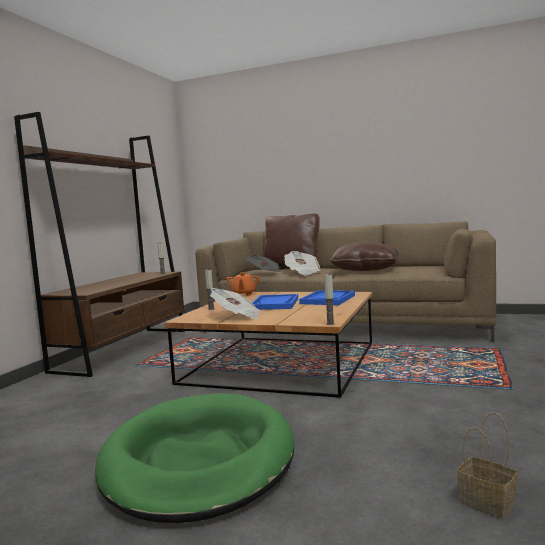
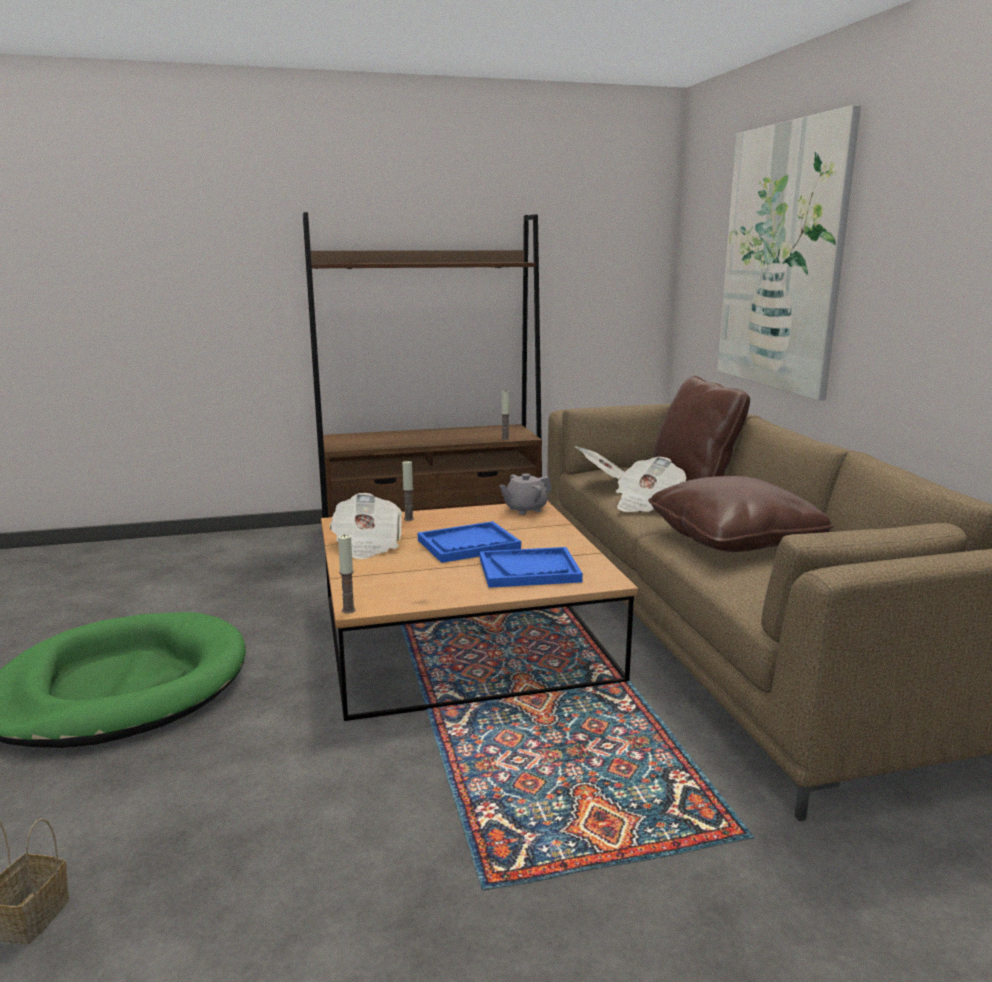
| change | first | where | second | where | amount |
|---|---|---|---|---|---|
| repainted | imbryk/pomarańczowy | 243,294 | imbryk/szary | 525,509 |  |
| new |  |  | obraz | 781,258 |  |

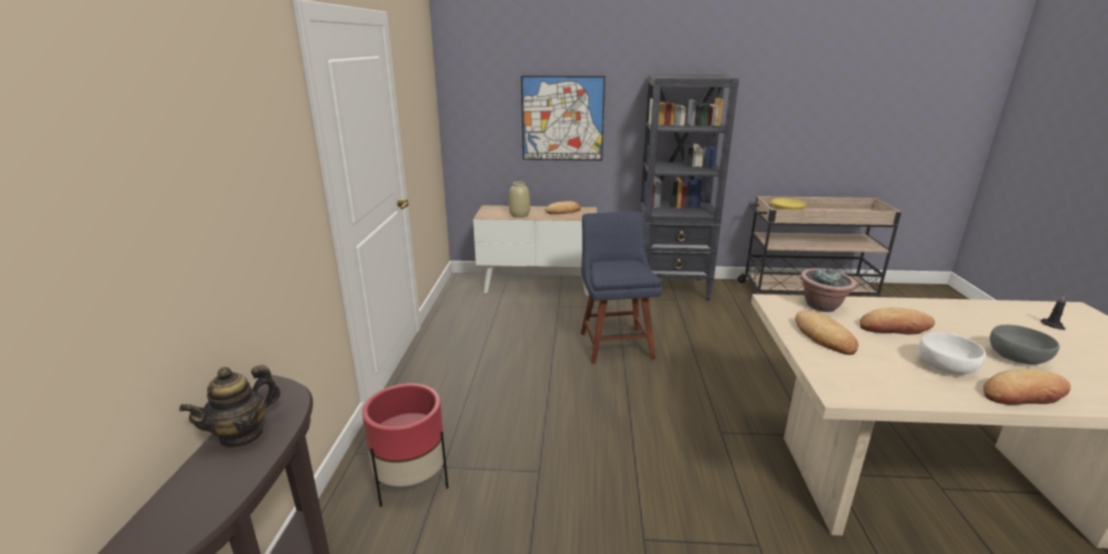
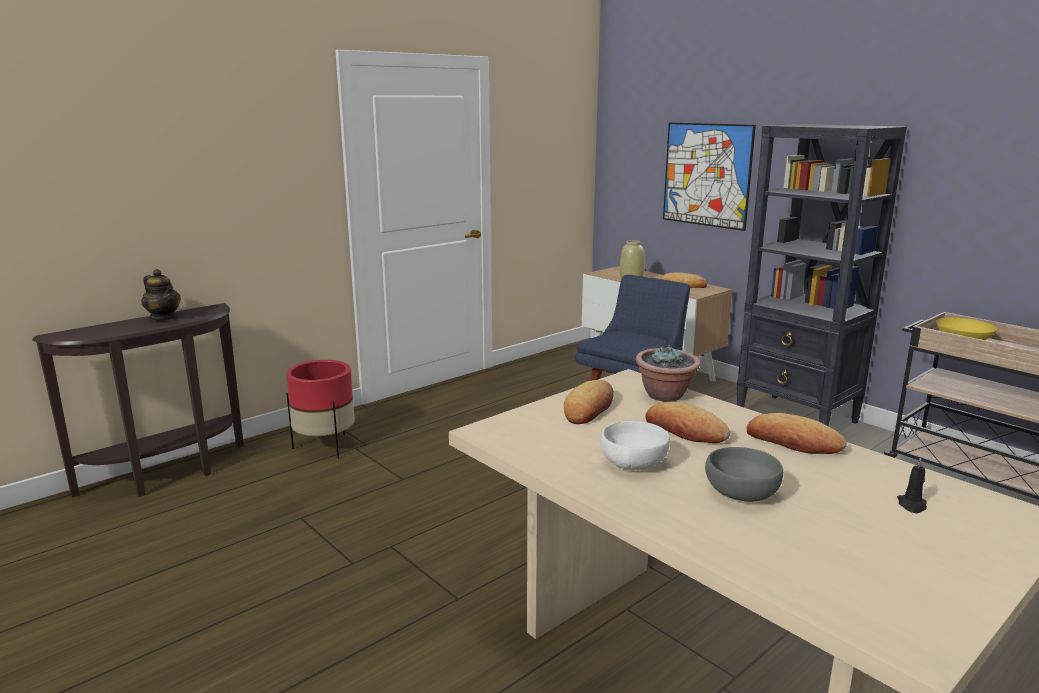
| change | first | where | second | where | amount |
|---|---|---|---|---|---|
| rotated | imbryk | 242,435 |  | 164,318 | 135 degrees counterclockwise |
| shifted | chleb | 1024,394 |  | 793,442 |  |

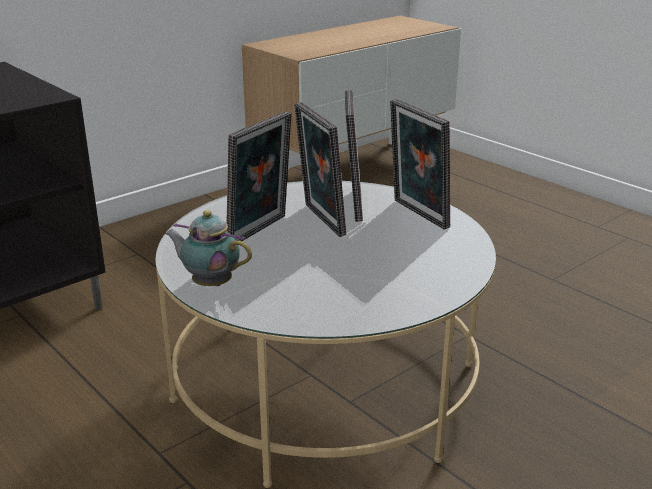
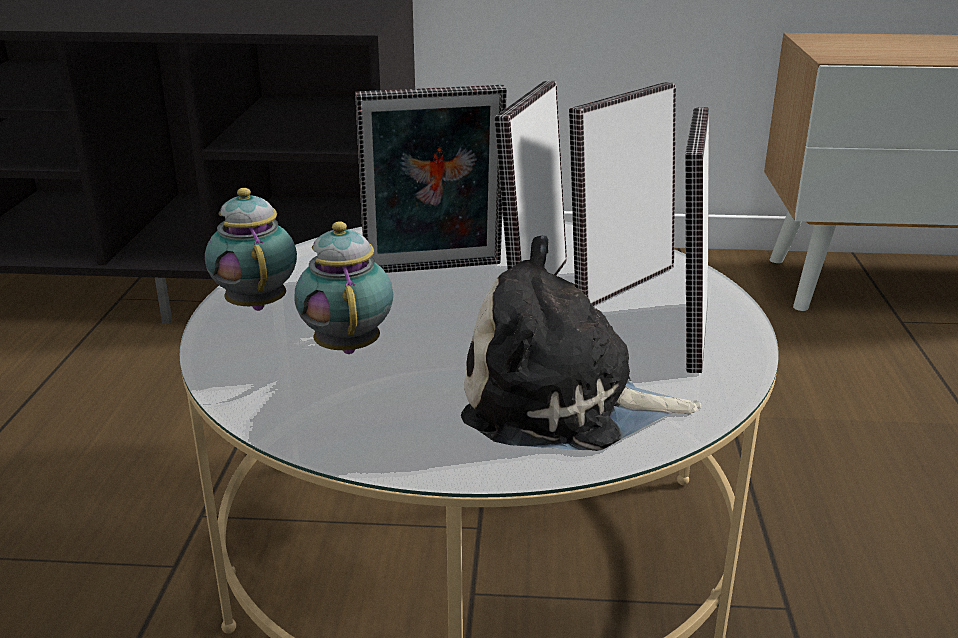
| change | first | where | second | where | amount |
|---|---|---|---|---|---|
| new |  |  | imbryk | 348,346 |  |
| new |  |  | pluszak | 563,403 |  |

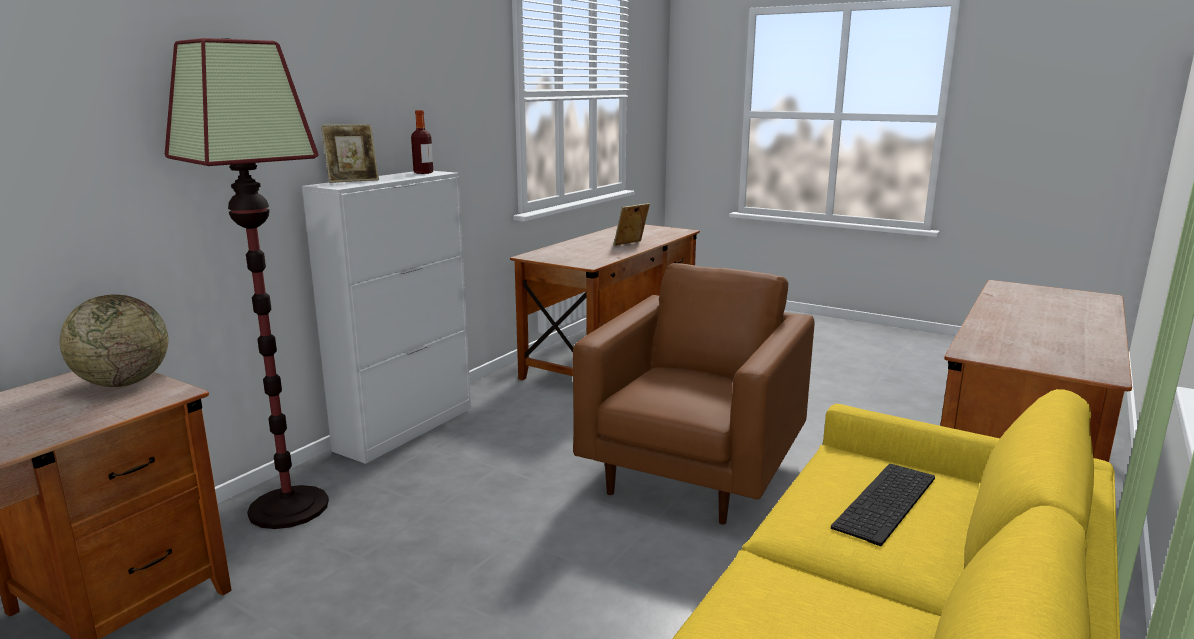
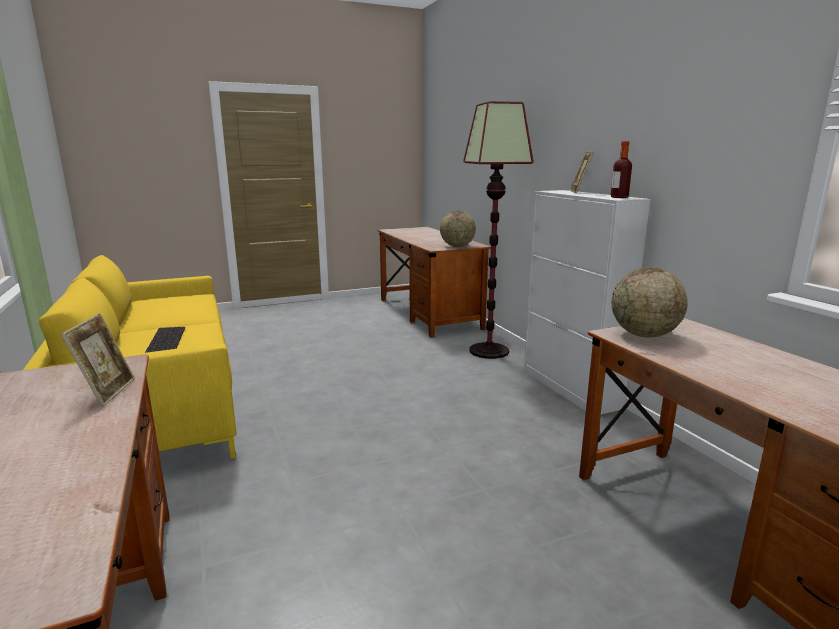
| change | first | where | second | where | amount |
|---|---|---|---|---|---|
| shifted | ramka na zdjęcie | 631,244 |  | 107,392 |  |
| gone | fotel/brązowy | 694,472 |  |  |  |
| new |  |  | globus | 644,335 |  |

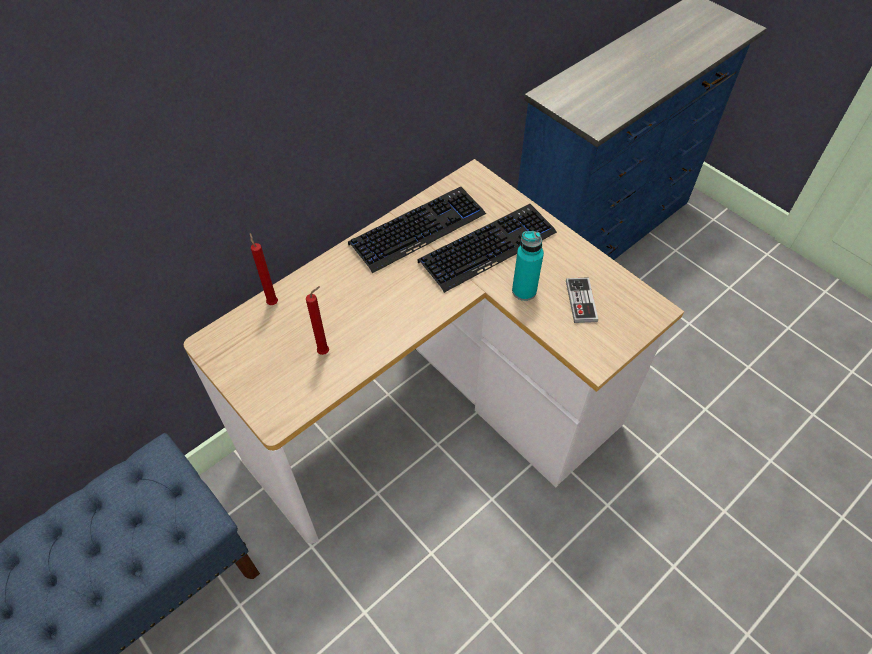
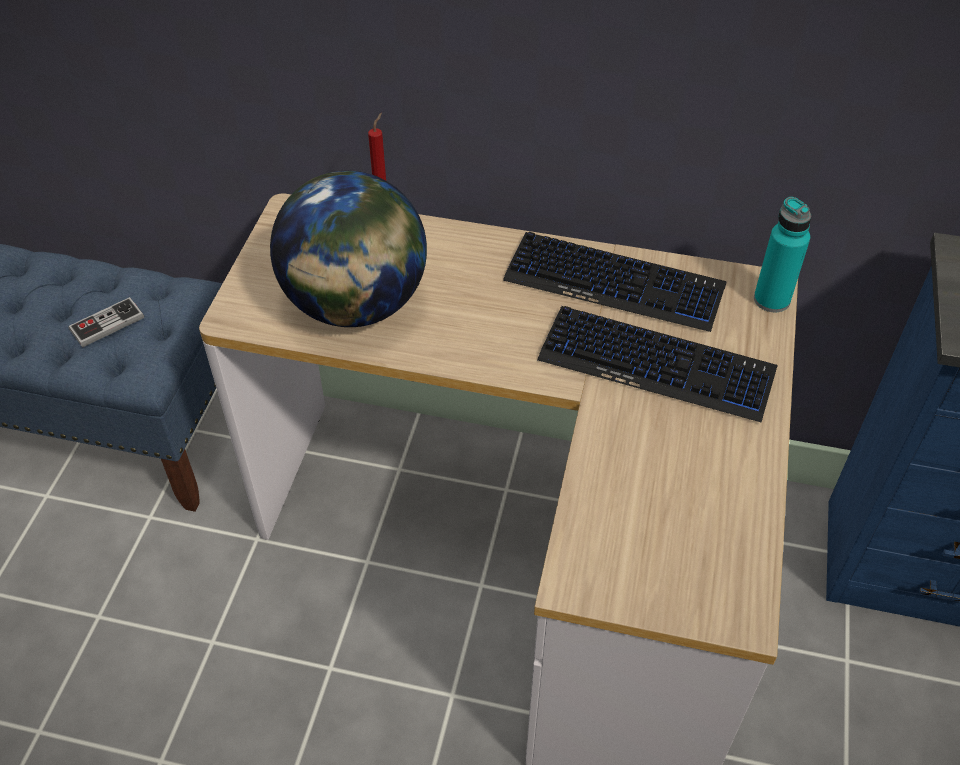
| change | first | where | second | where | amount |
|---|---|---|---|---|---|
| shifted | butelka/turkusowy | 524,291 |  | 771,300 |  |
| shifted | pad do gier | 581,301 |  | 107,324 |  |
| swapped | świeca/czerwony | 325,351 | globus | 356,305 |  |

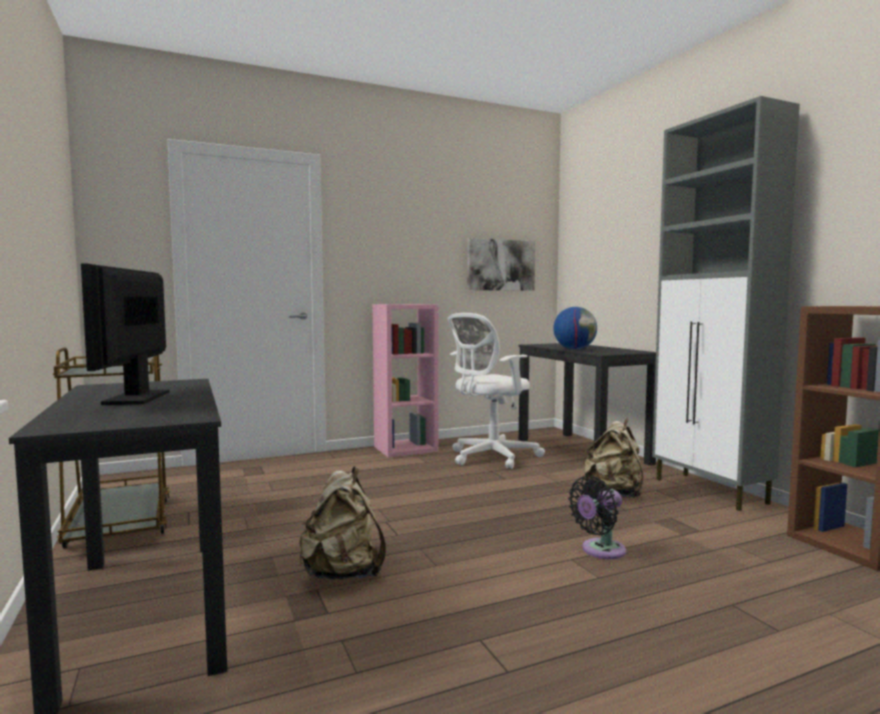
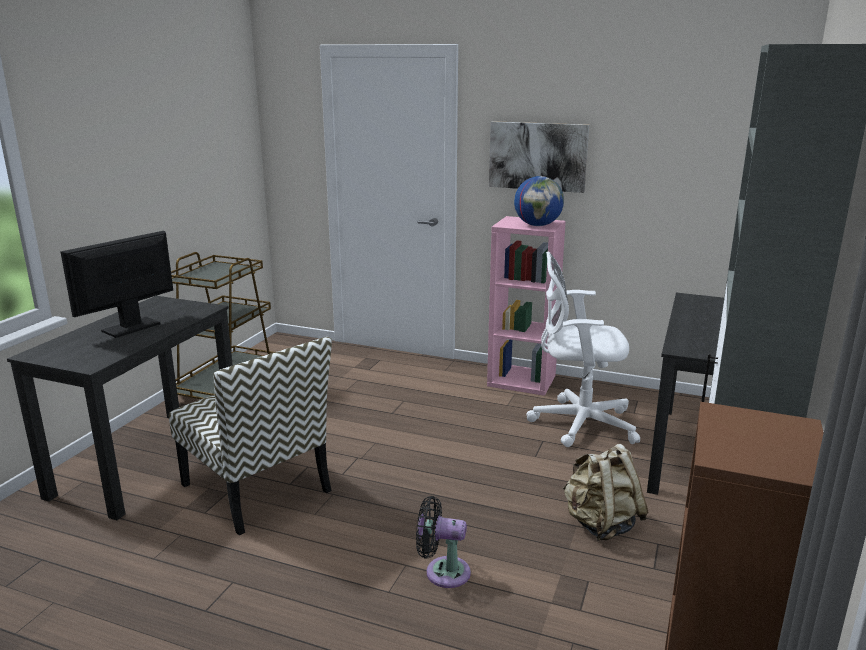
| change | first | where | second | where | amount |
|---|---|---|---|---|---|
| shifted | obraz | 500,265 |  | 538,156 |  |
| shifted | globus | 574,349 |  | 537,225 |  |
| swapped | plecak/beżowy | 343,573 | krzesło | 258,489 |  |

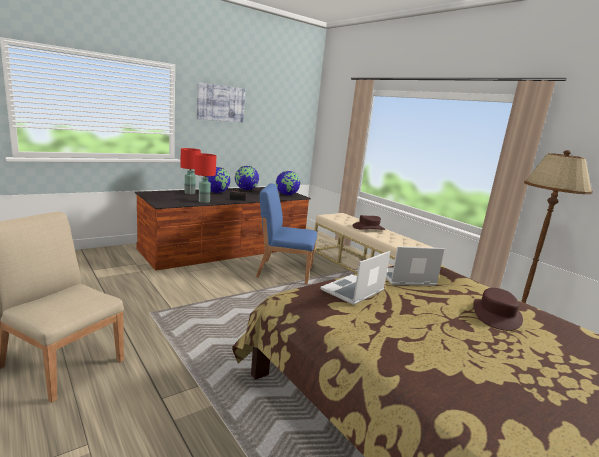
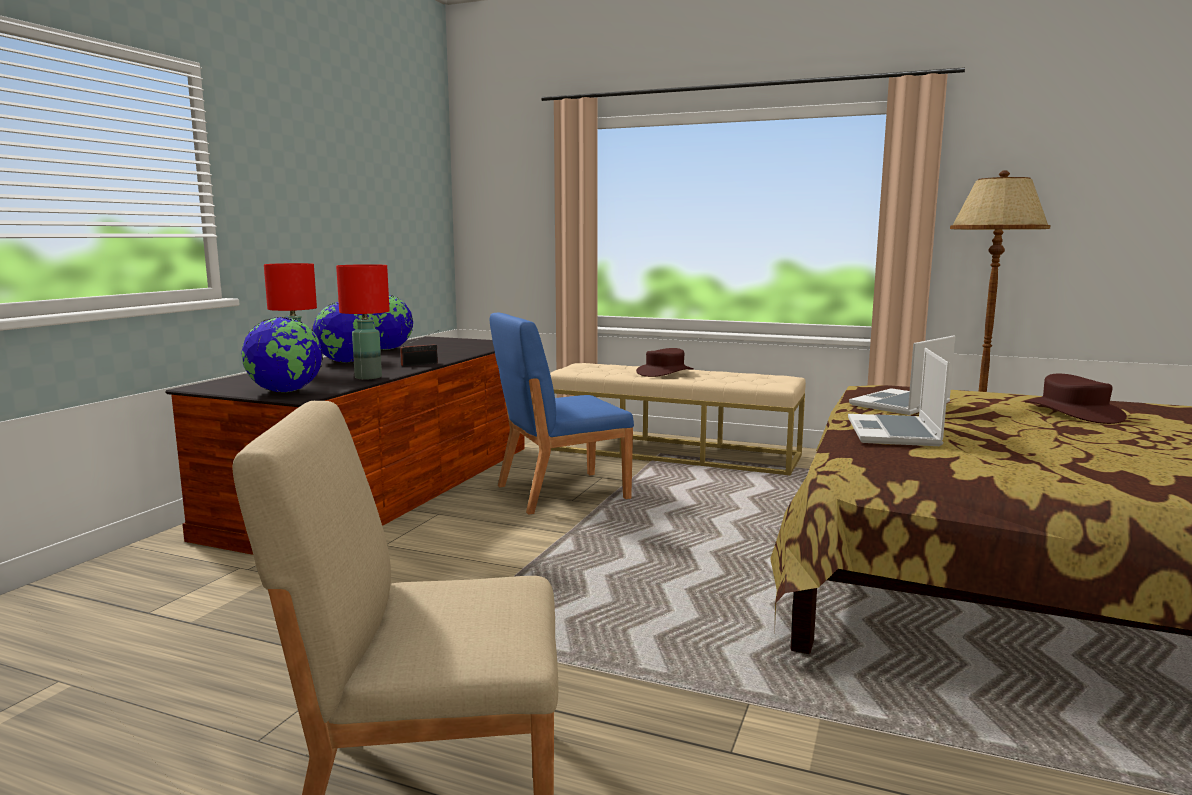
| change | first | where | second | where | amount |
|---|---|---|---|---|---|
| gone | obraz | 221,103 |  |  |  |
| shifted | globus | 286,195 |  | 286,392 |  |

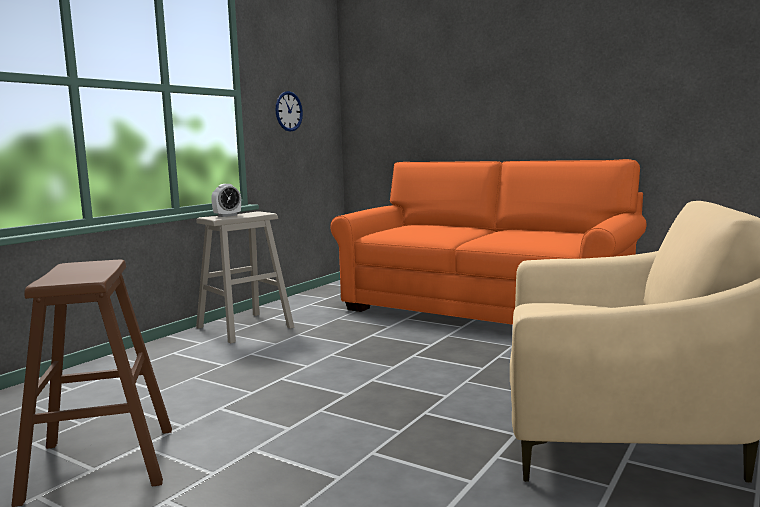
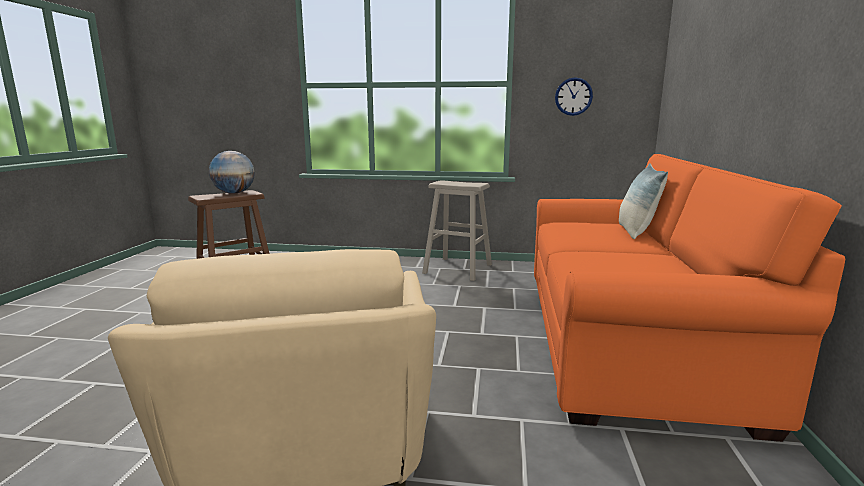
| change | first | where | second | where | amount |
|---|---|---|---|---|---|
| gone | budzik | 227,215 |  |  |  |
| new |  |  | globus | 234,193 |  |
| new |  |  | poduszka | 635,232 |  |

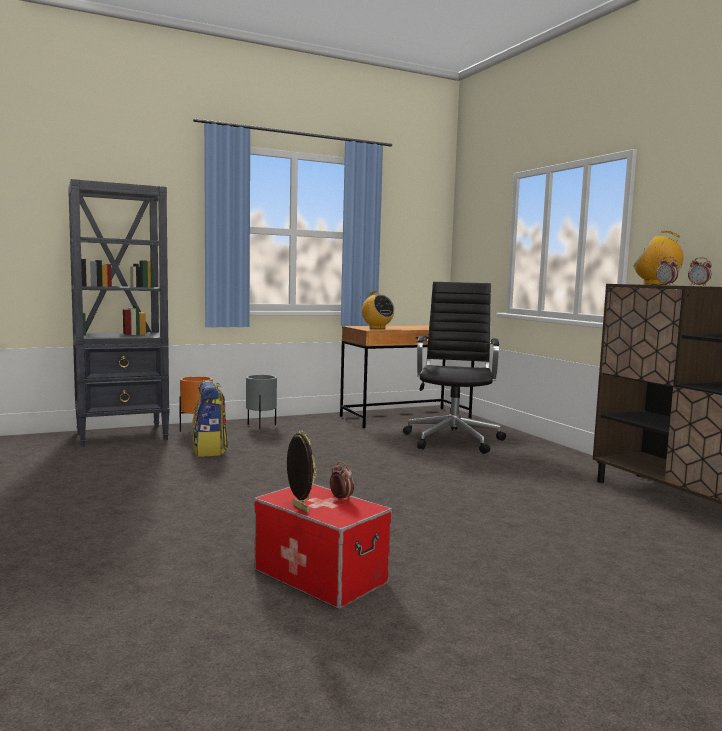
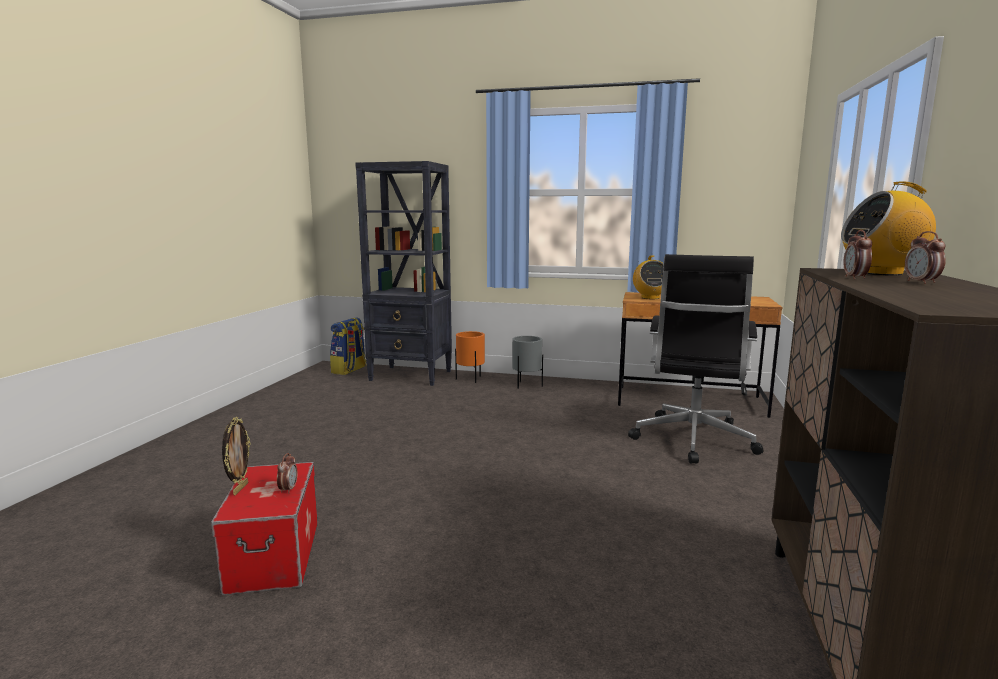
| change | first | where | second | where | amount |
|---|---|---|---|---|---|
| rotated | radio | 656,284 |  | 881,273 | 60 degrees counterclockwise |
| rotated | krzesło biurowe/czarny | 453,439 |  | 692,440 | 150 degrees clockwise |
| shifted | plecak | 209,450 |  | 349,370 |  |

